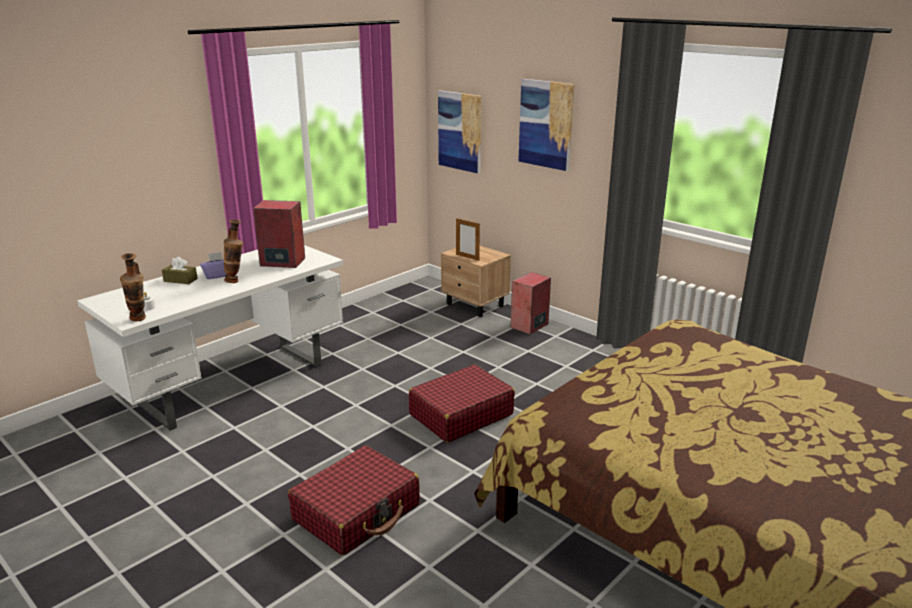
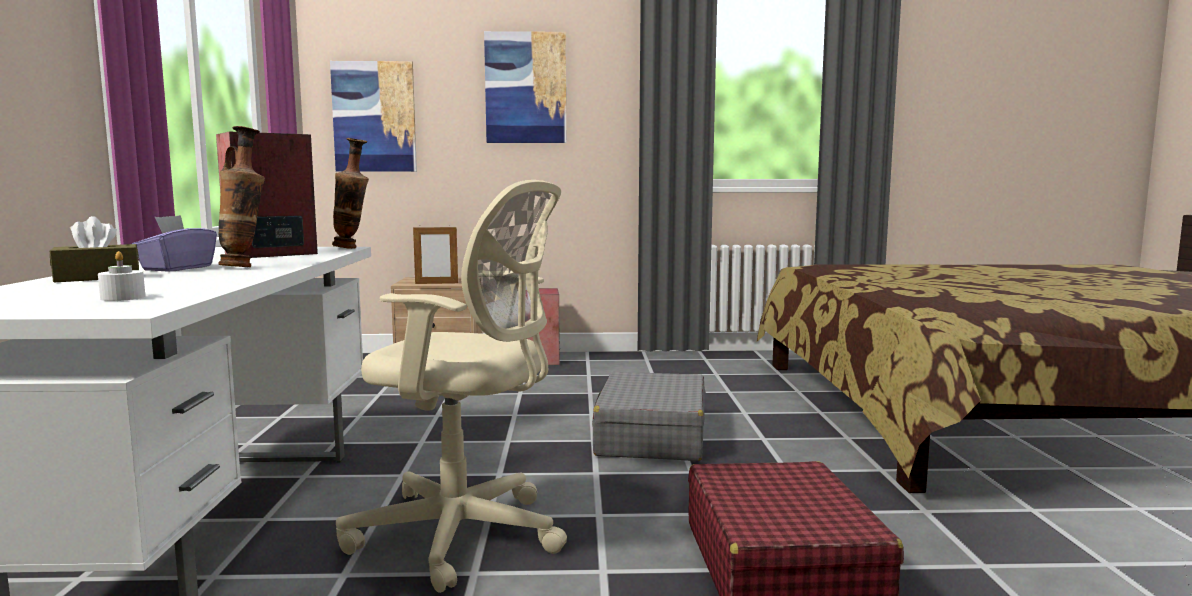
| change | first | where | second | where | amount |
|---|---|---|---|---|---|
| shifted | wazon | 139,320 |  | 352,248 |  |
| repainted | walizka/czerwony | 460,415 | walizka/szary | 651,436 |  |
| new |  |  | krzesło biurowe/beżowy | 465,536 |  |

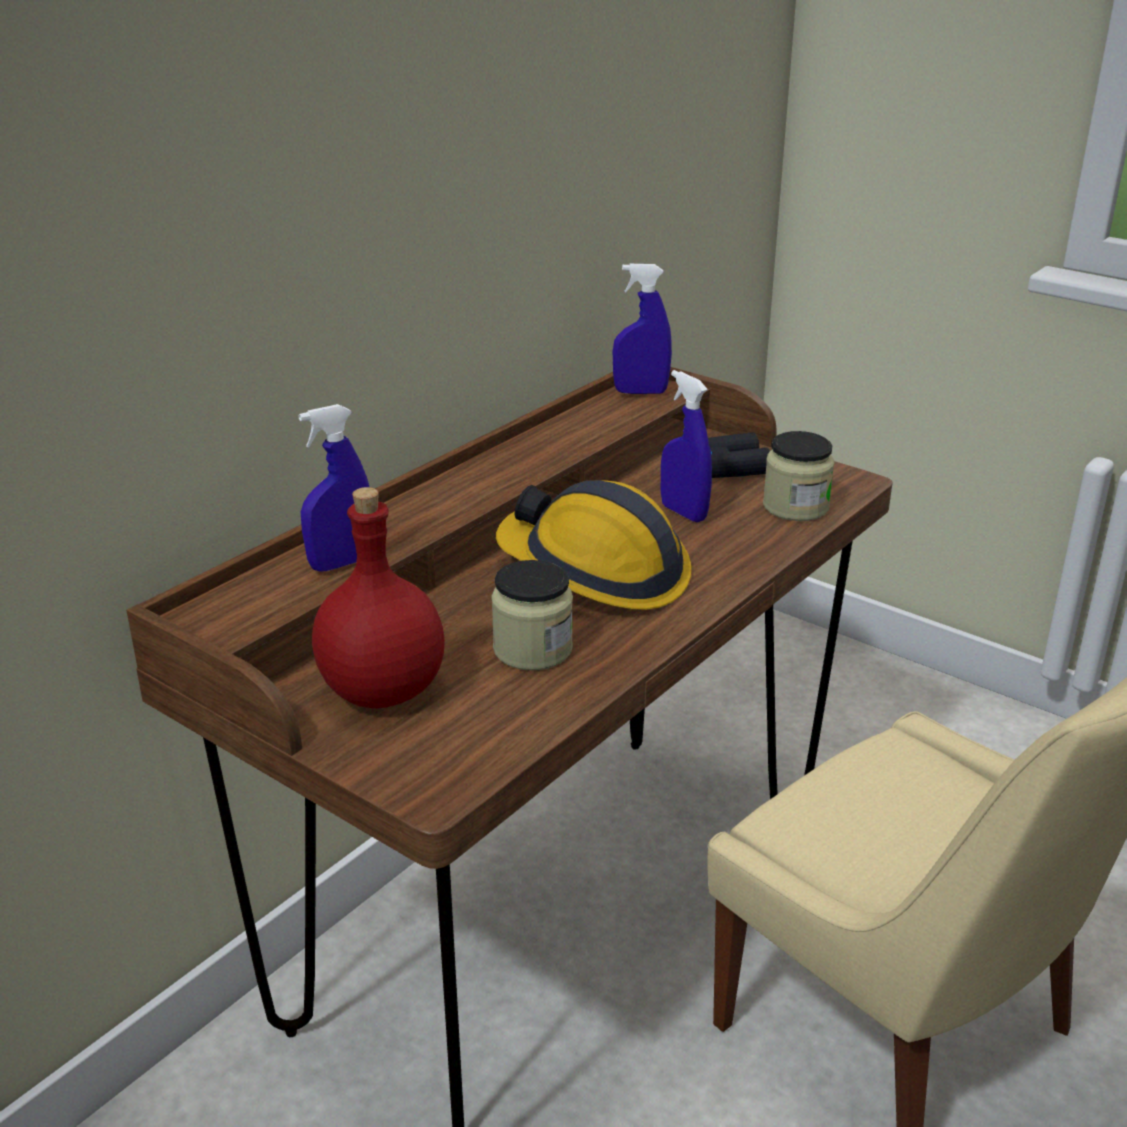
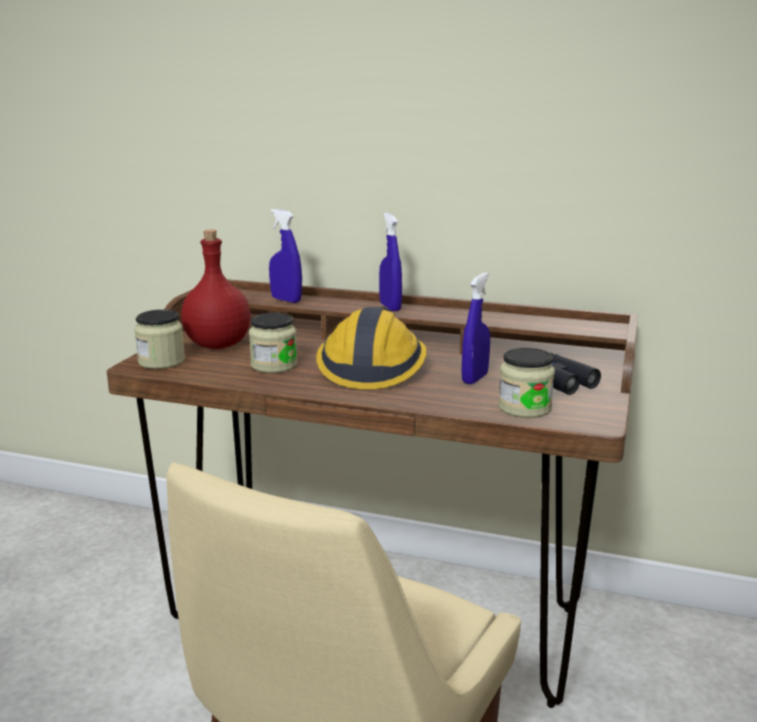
| change | first | where | second | where | amount |
|---|---|---|---|---|---|
| shifted | spryskiwacz/niebieski | 640,392 |  | 390,307 |  |
| new |  |  | słoik | 161,361 |  |

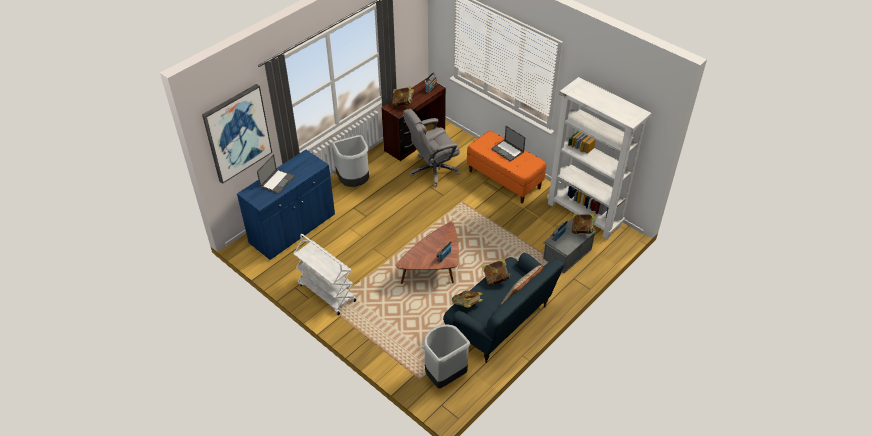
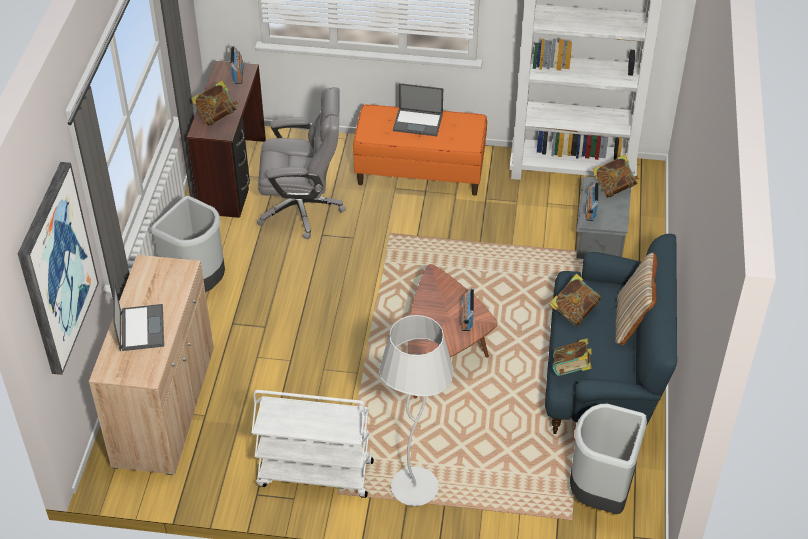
| change | first | where | second | where | amount |
|---|---|---|---|---|---|
| rotated | krzesło biurowe/szary | 432,170 |  | 302,208 | 120 degrees counterclockwise |
| repainted | szafka/niebieski | 292,229 | szafka/beżowy | 165,407 |  |
| new |  |  | lampa stojąca/biały | 414,488 |  |

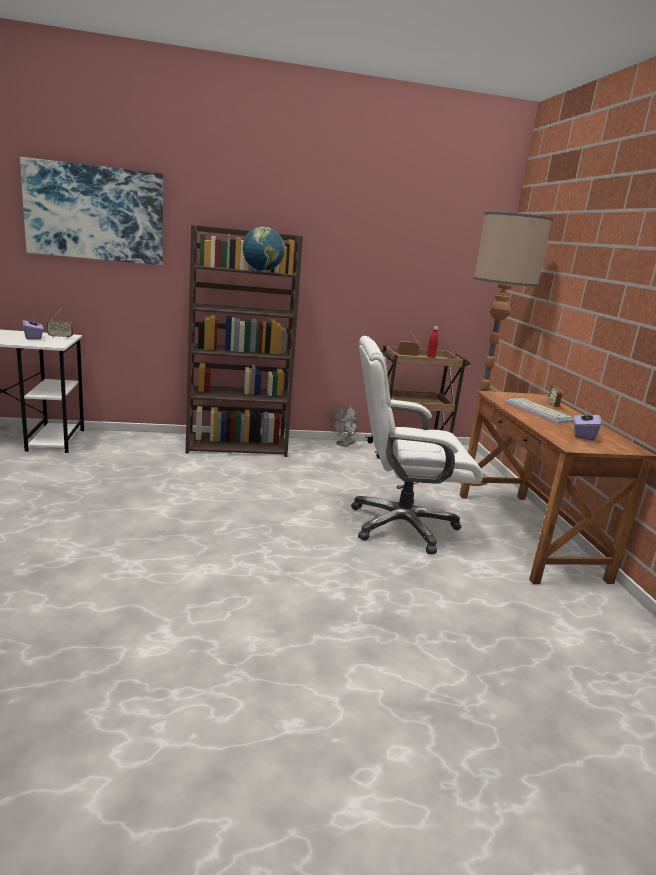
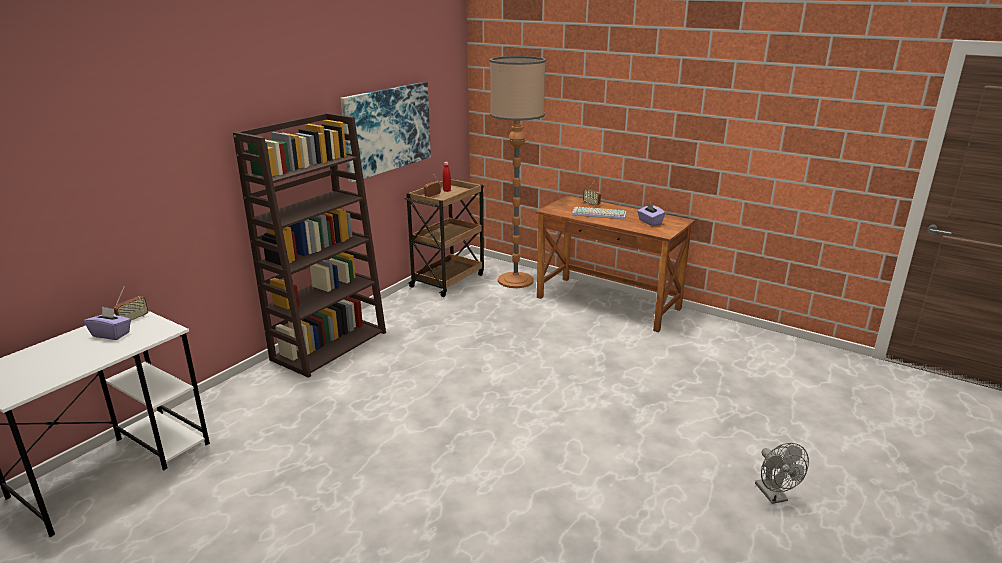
| change | first | where | second | where | amount |
|---|---|---|---|---|---|
| shifted | obraz | 95,213 |  | 387,129 |  |
| gone | globus | 262,271 |  |  |  |
| gone | krzesło biurowe/biały | 401,525 |  |  |  |
| shifted | wentylator/szary | 344,444 |  | 774,496 |  |

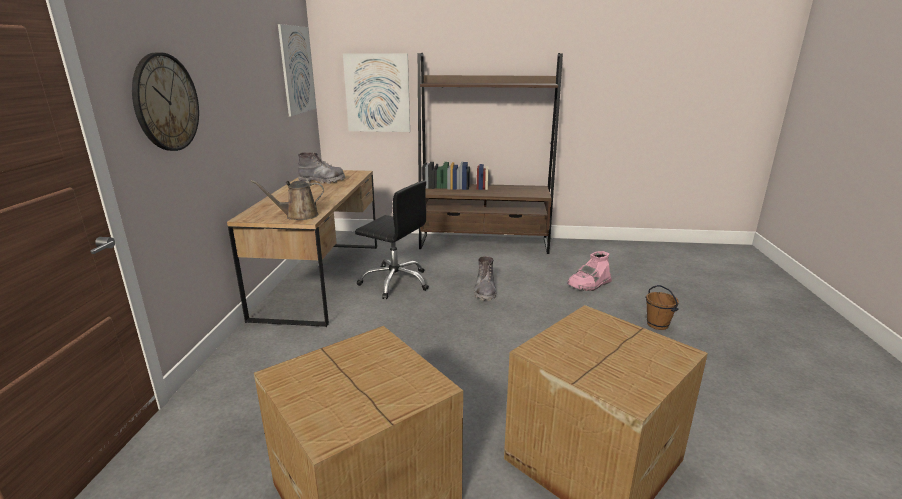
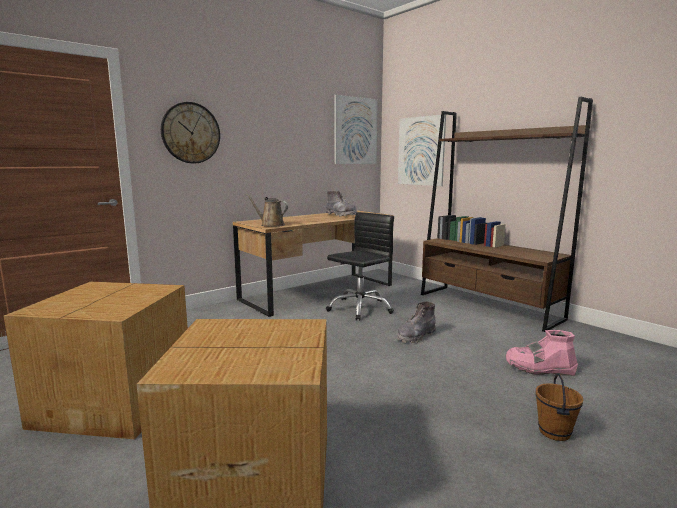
| change | first | where | second | where | amount |
|---|---|---|---|---|---|
| rotated | krzesło biurowe/czarny | 395,282 |  | 360,308 | 120 degrees counterclockwise |

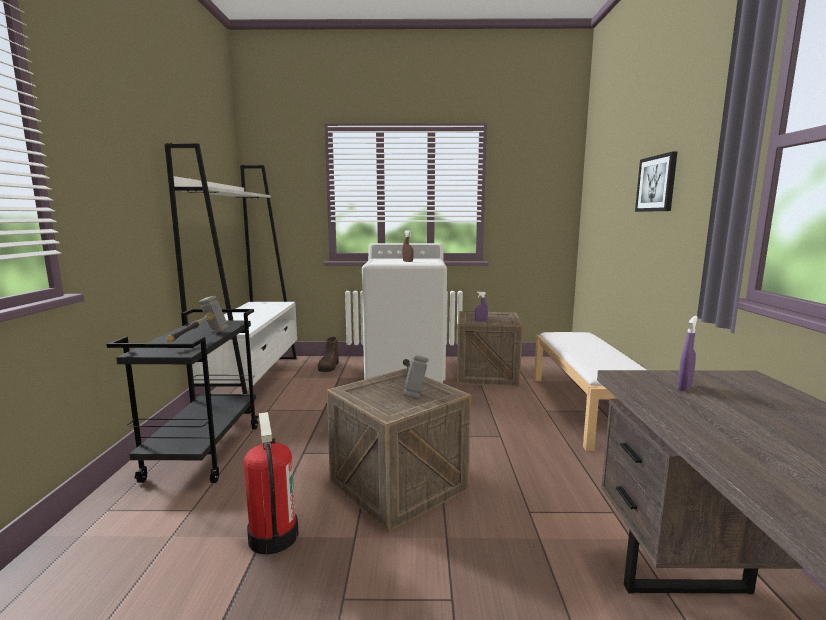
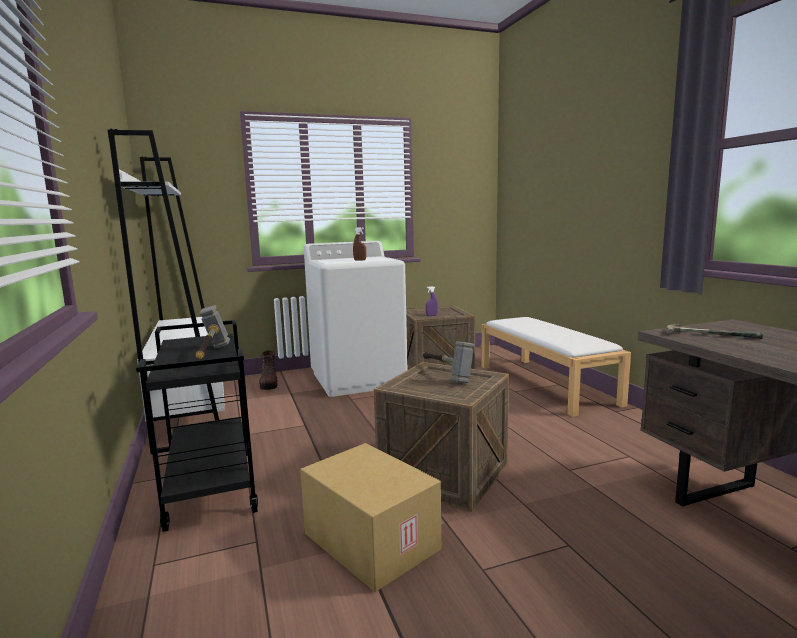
| change | first | where | second | where | amount |
|---|---|---|---|---|---|
| gone | obraz | 657,183 |  |  |  |
| swapped | spryskiwacz/fioletowy | 684,387 | młotek | 711,334 |  |
| swapped | gaśnica | 272,536 | karton | 368,541 |  |

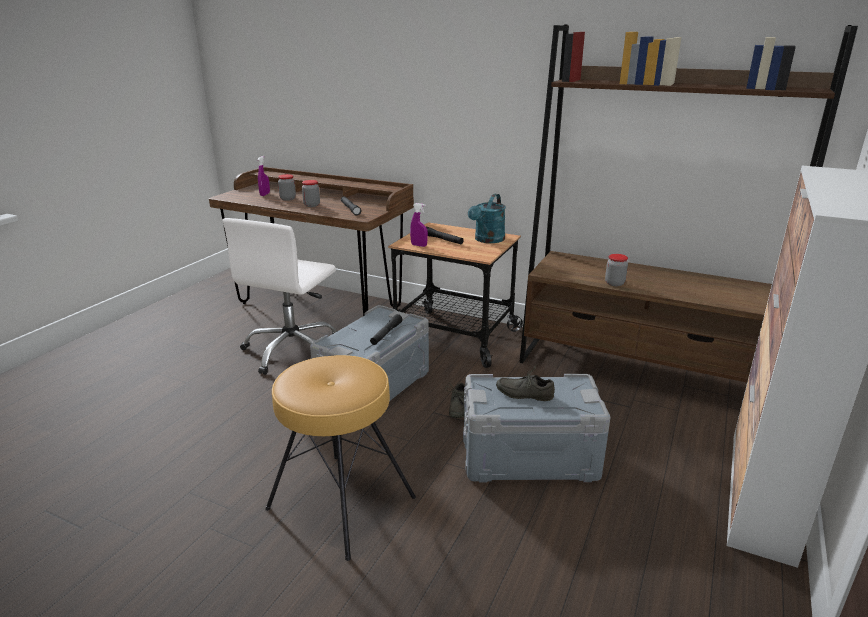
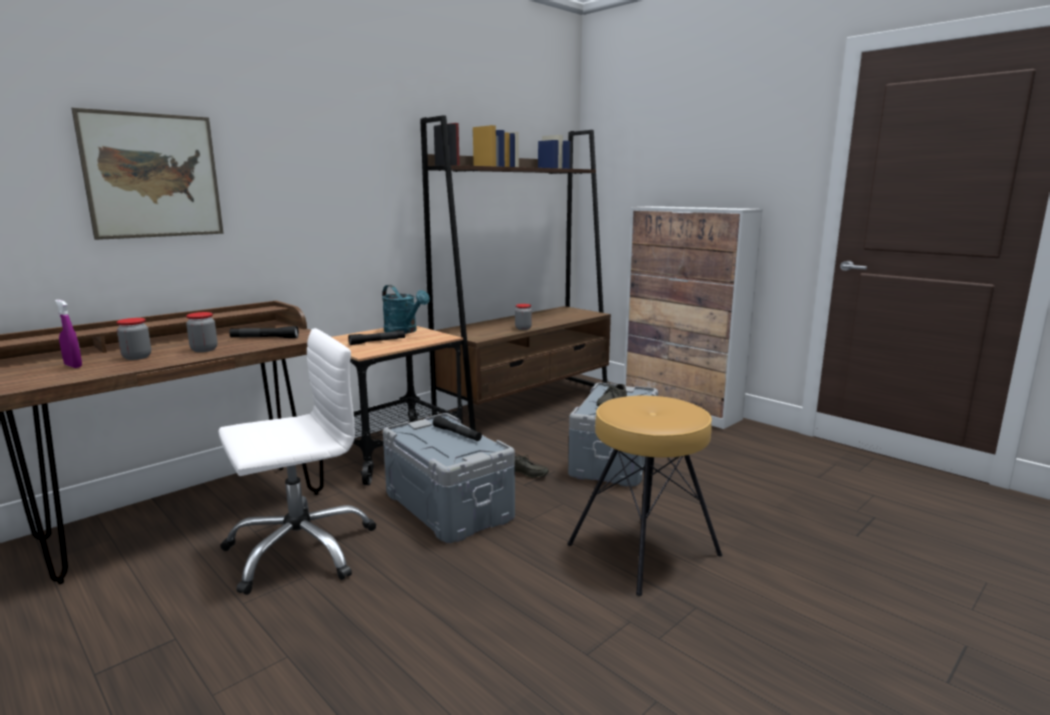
| change | first | where | second | where | amount |
|---|---|---|---|---|---|
| gone | spryskiwacz/fioletowy | 419,245 |  |  |  |
| rotated | krzesło biurowe/biały | 293,350 |  | 300,549 | 75 degrees counterclockwise |
| new |  |  | obraz | 153,176 |  |

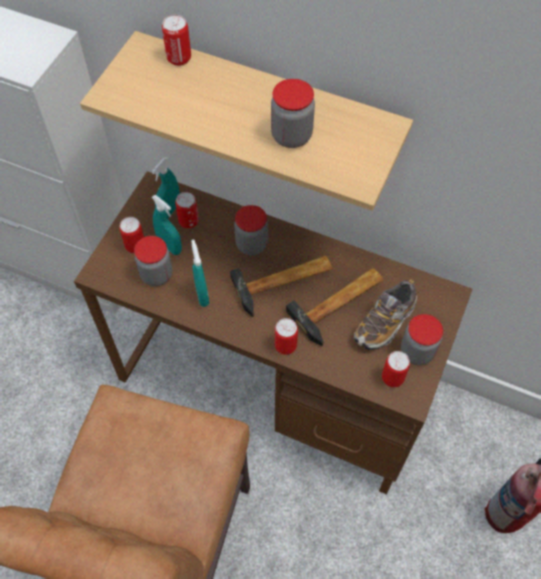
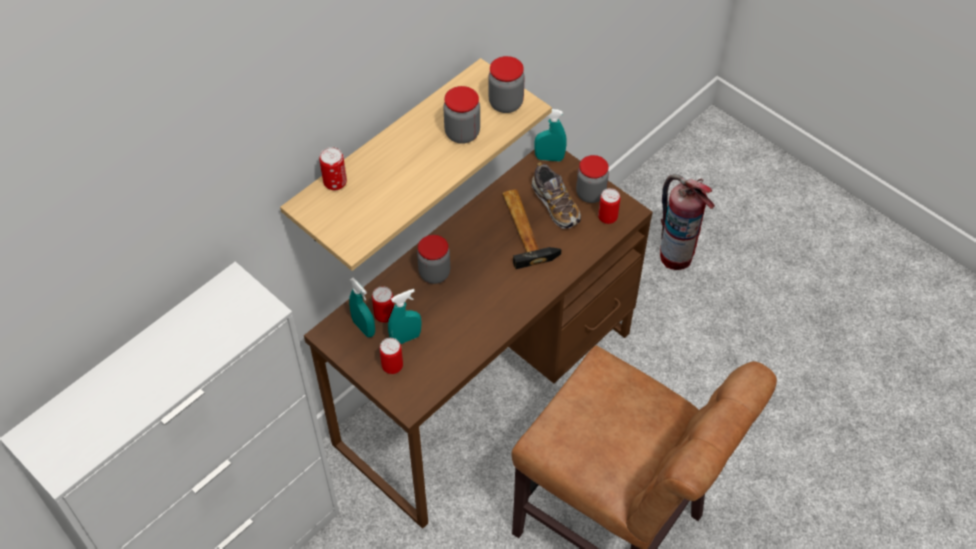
| change | first | where | second | where | amount |
|---|---|---|---|---|---|
| shifted | słoik | 156,274 |  | 506,103 |  |
| shifted | spryskiwacz/turkusowy | 202,294 |  | 549,158 |  |
| gone | młotek | 285,282 |  |  |  |
| gone | puszka | 285,346 |  |  |  |

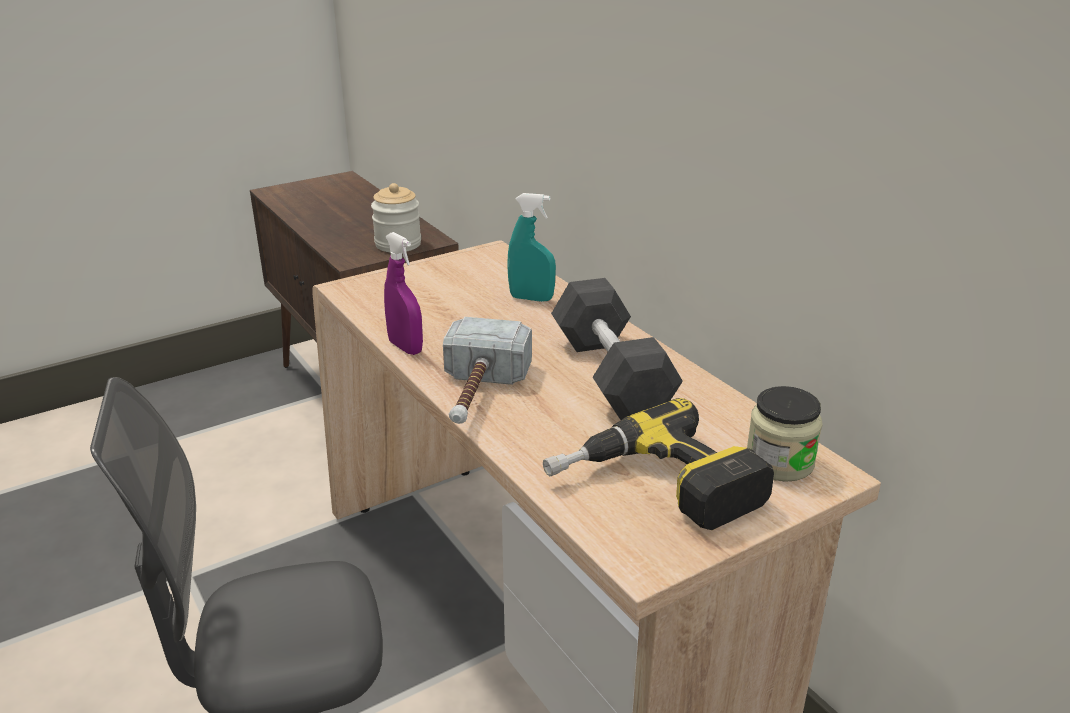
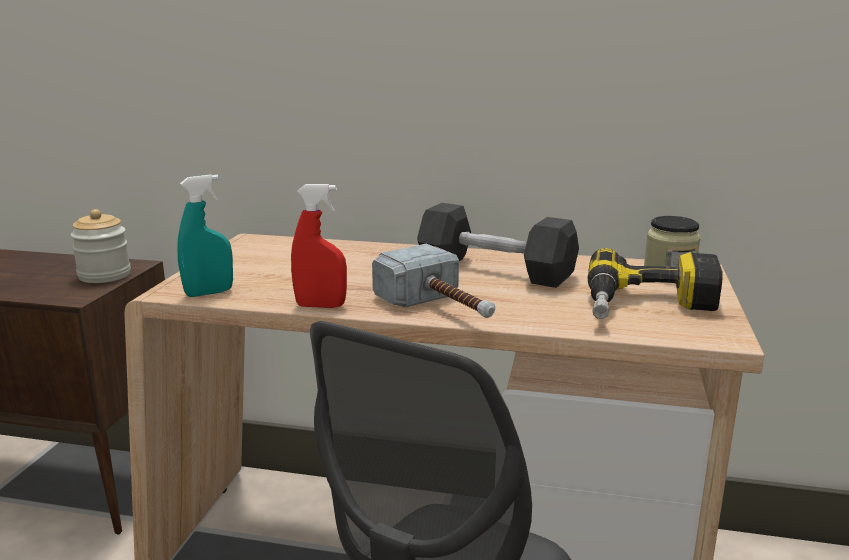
| change | first | where | second | where | amount |
|---|---|---|---|---|---|
| shifted | spryskiwacz/turkusowy | 531,298 |  | 209,293 |  |
| repainted | spryskiwacz/fioletowy | 405,347 | spryskiwacz/czerwony | 320,306 |  |

